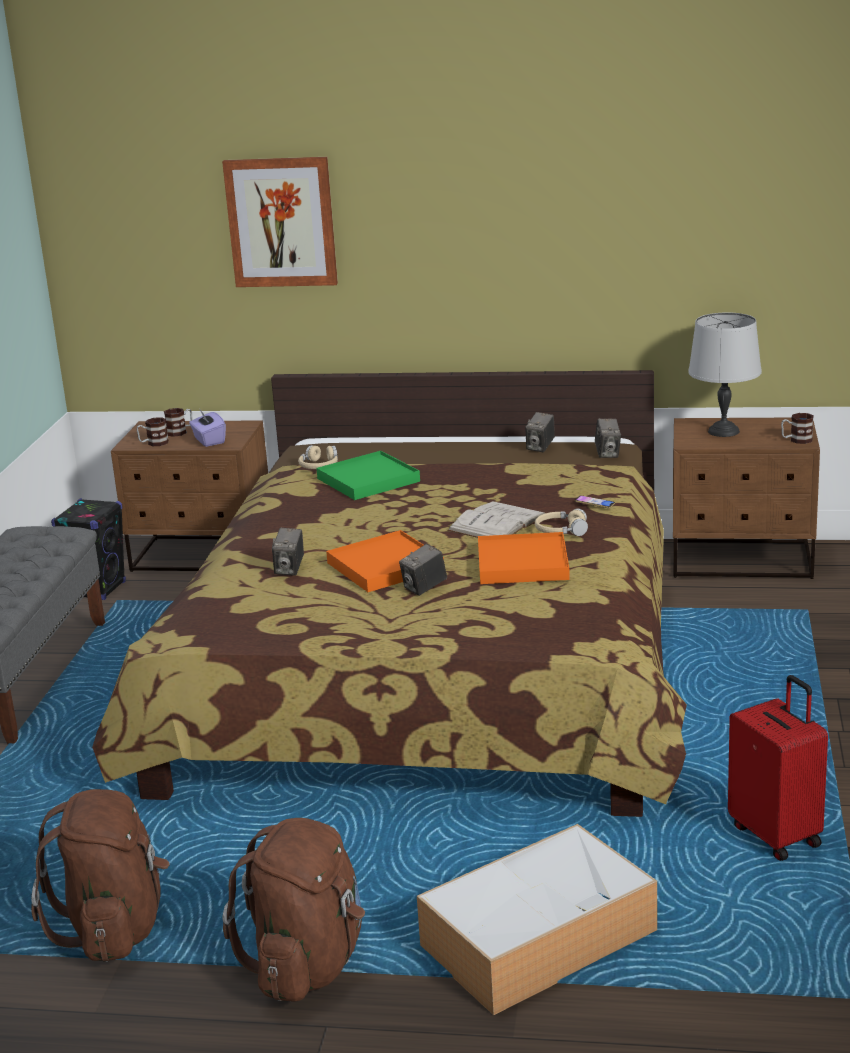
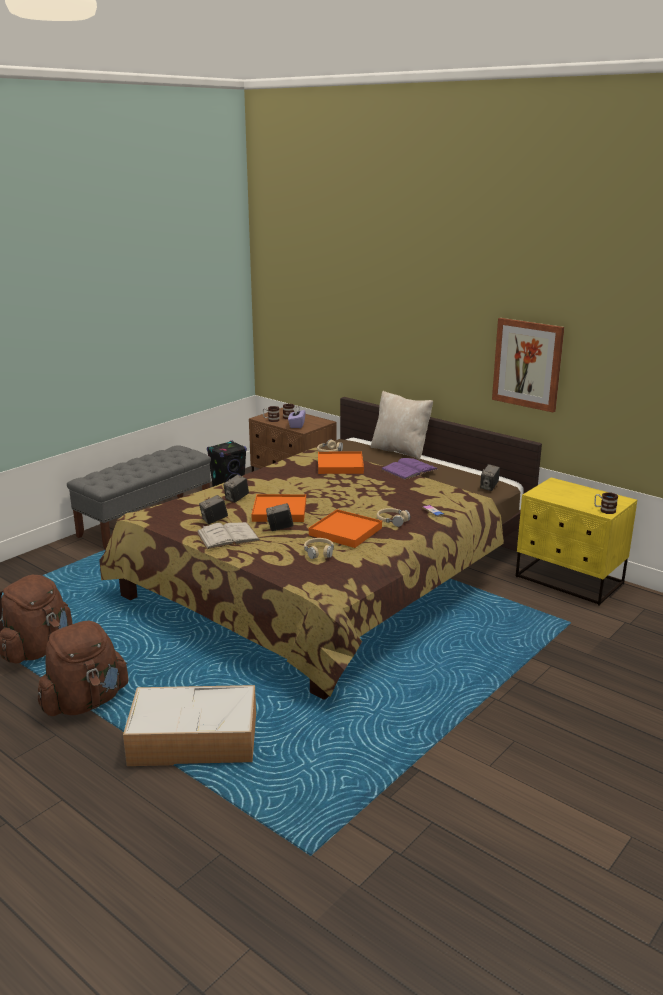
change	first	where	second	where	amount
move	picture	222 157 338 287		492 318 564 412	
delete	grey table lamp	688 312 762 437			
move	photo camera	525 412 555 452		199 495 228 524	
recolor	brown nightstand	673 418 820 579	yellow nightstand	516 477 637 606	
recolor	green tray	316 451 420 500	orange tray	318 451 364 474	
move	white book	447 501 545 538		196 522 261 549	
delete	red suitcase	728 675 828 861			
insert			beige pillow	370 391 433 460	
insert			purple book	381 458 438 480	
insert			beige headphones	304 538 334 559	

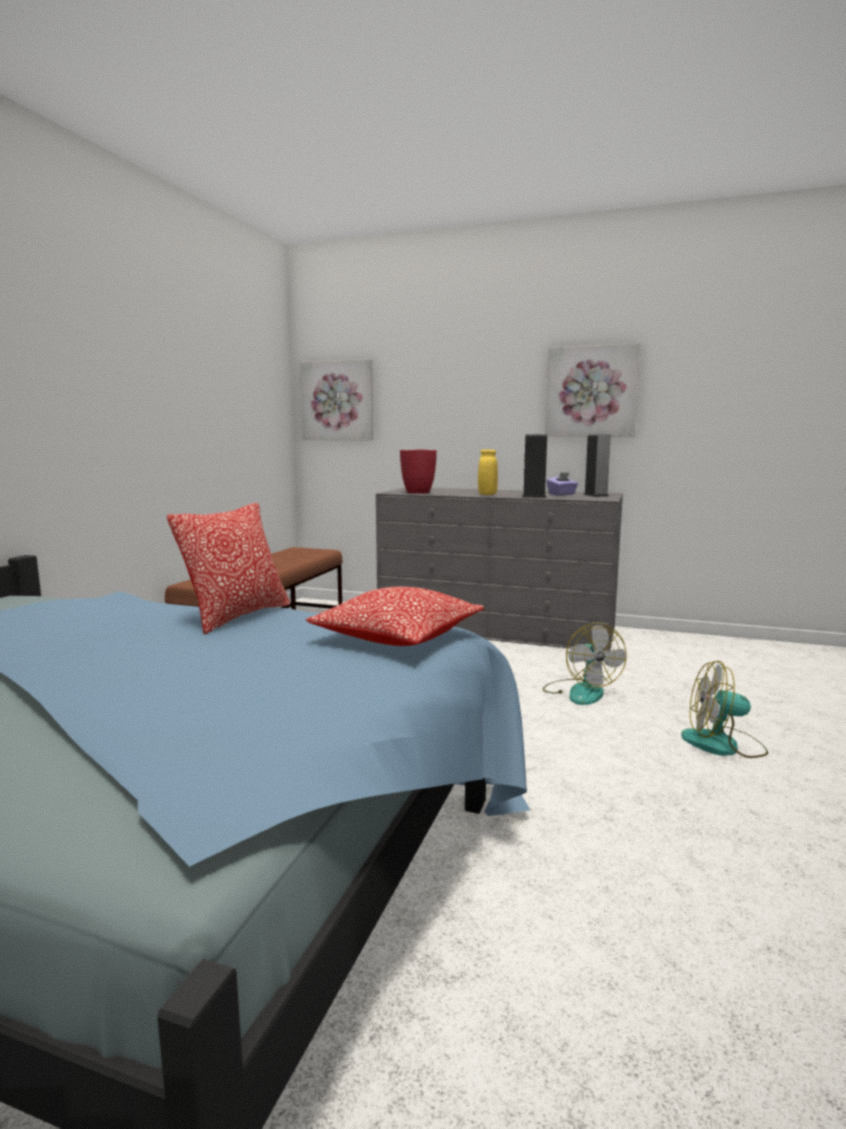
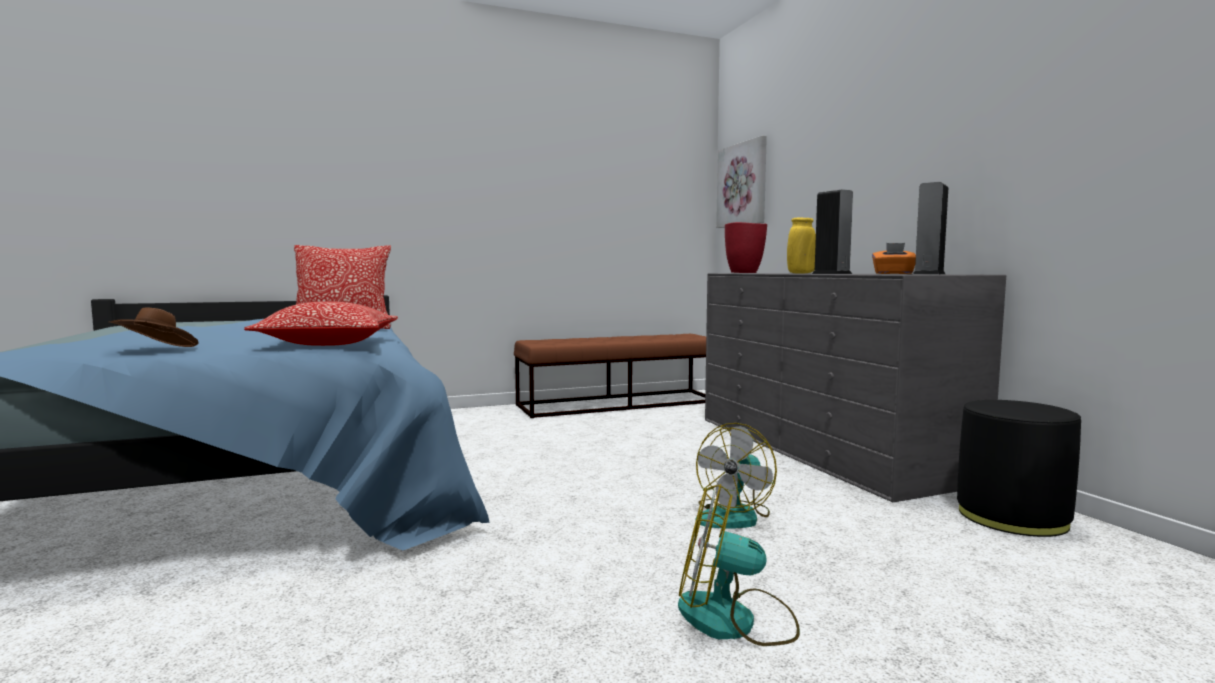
change	first	where	second	where	amount
delete	picture	545 343 640 436			
recolor	purple tissue box	547 472 578 495	orange tissue box	872 243 916 274	
rotate	fan	681 661 768 758		678 484 800 646	45 degrees counterclockwise
insert			brown hat	110 308 199 347	
insert			black ottoman	957 400 1081 537	

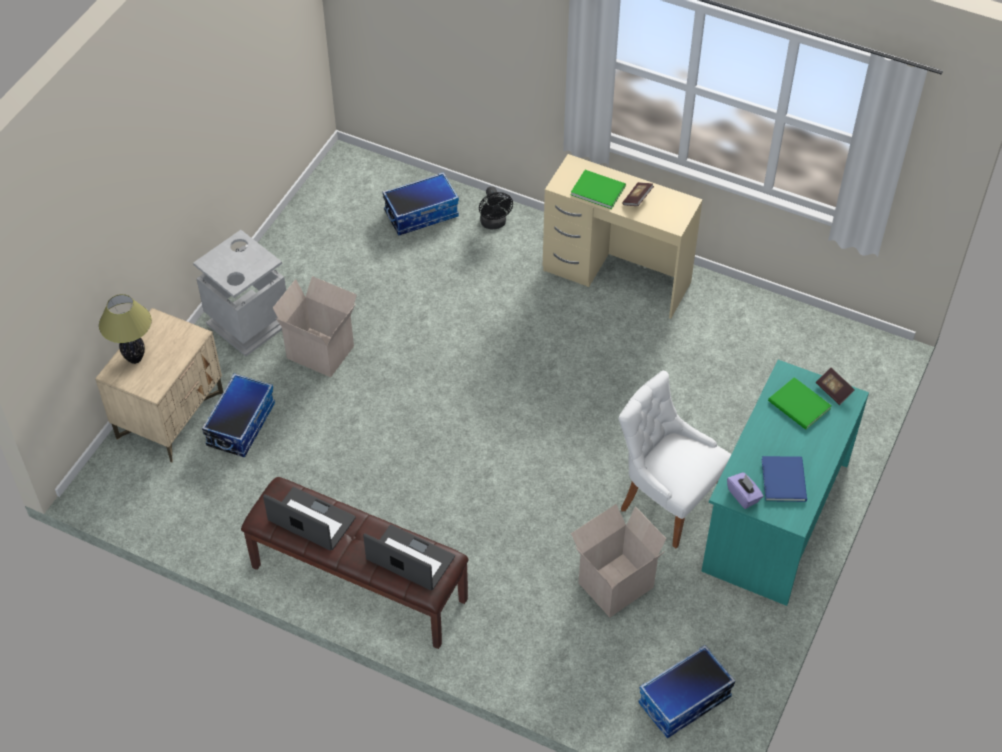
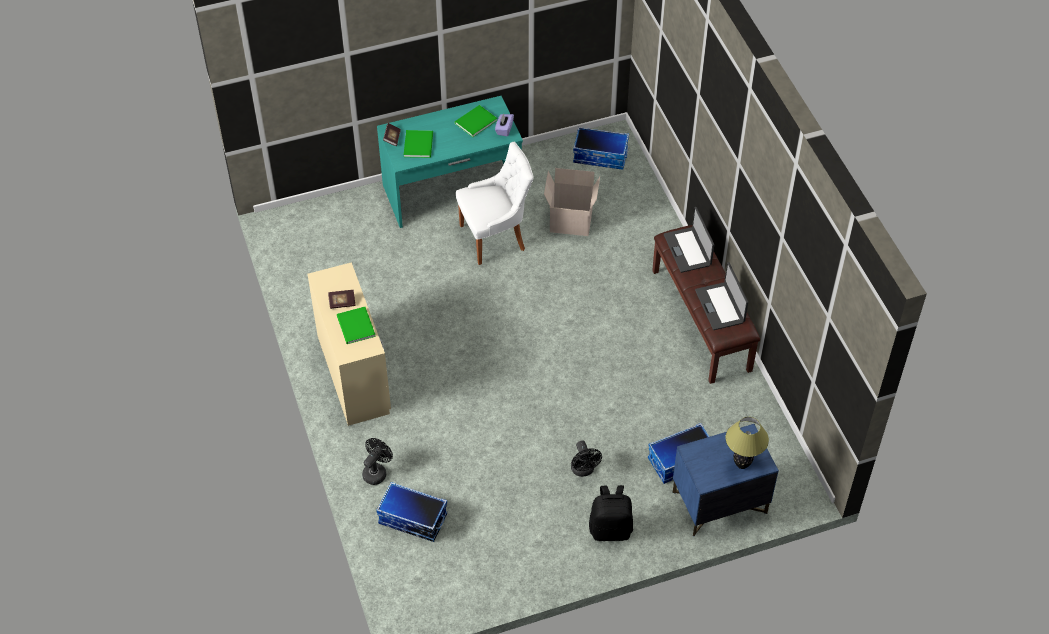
change	first	where	second	where	amount
replace	grey trash can	193 230 286 357	black backpack	589 485 633 541	
replace	cardboard box	273 276 357 377	black fan	571 441 602 477	
recolor	beige nightstand	95 308 223 463	blue nightstand	672 424 779 536	
rotate	white chair	619 370 731 548		456 142 534 265	105 degrees counterclockwise
recolor	blue book	762 456 807 502	green book	455 105 497 137	

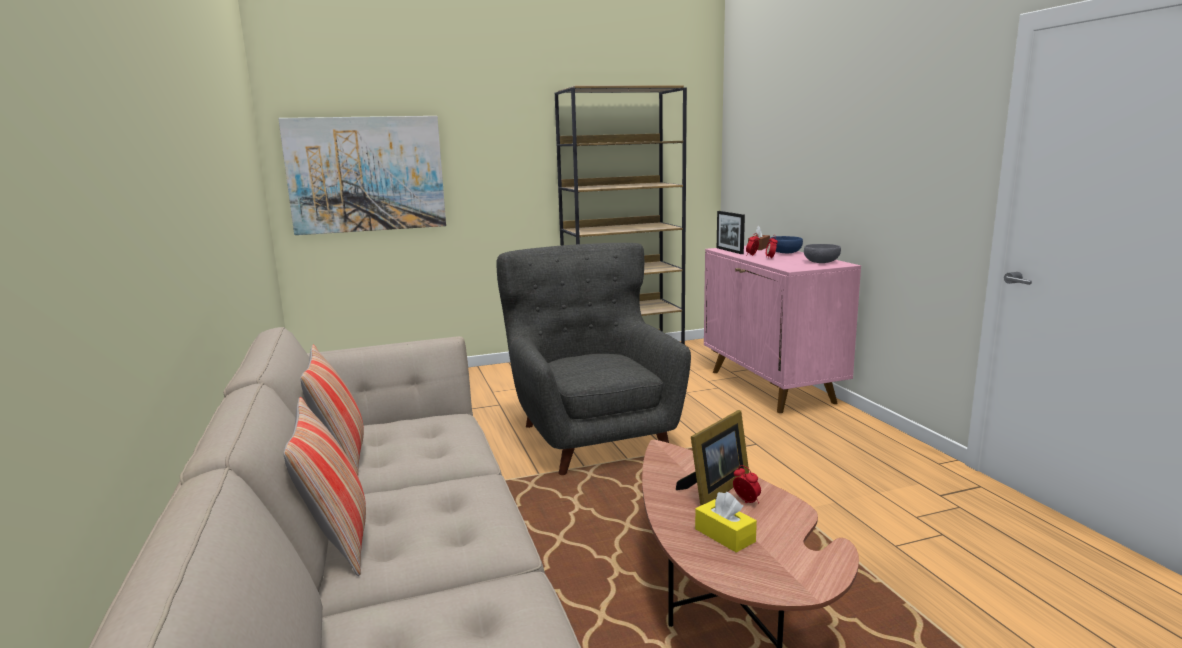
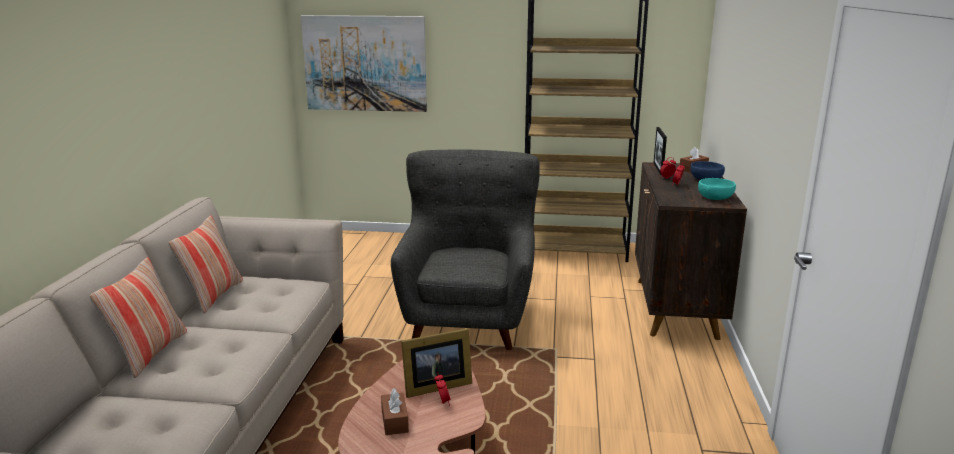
change	first	where	second	where	amount
recolor	grey bowl	804 244 841 263	turquoise bowl	698 178 736 200	
recolor	pink cabinet	704 246 861 413	brown cabinet	635 162 747 340	
recolor	yellow tissue box	695 492 757 553	brown tissue box	381 388 409 435	

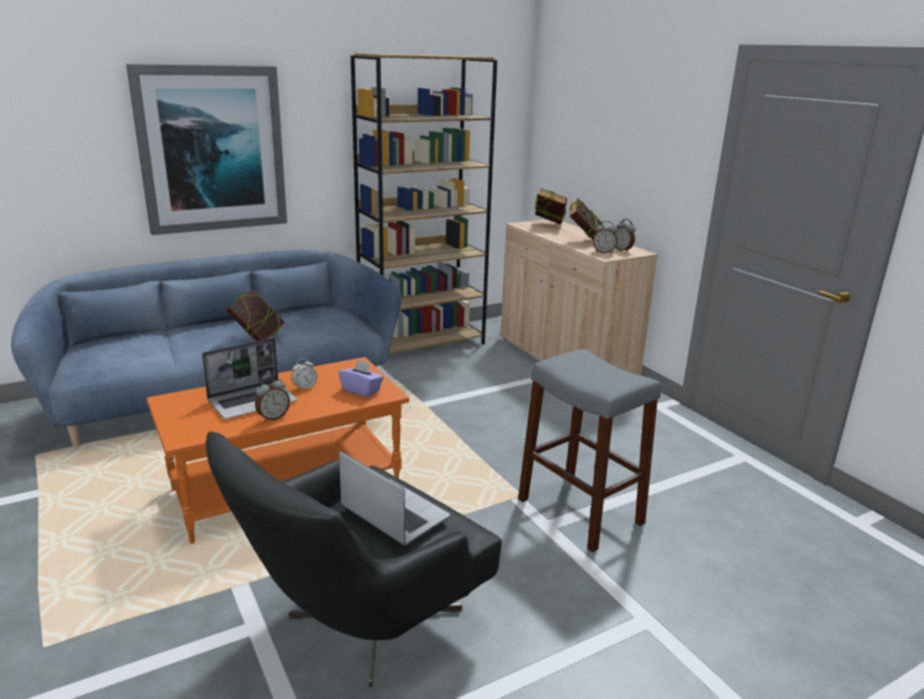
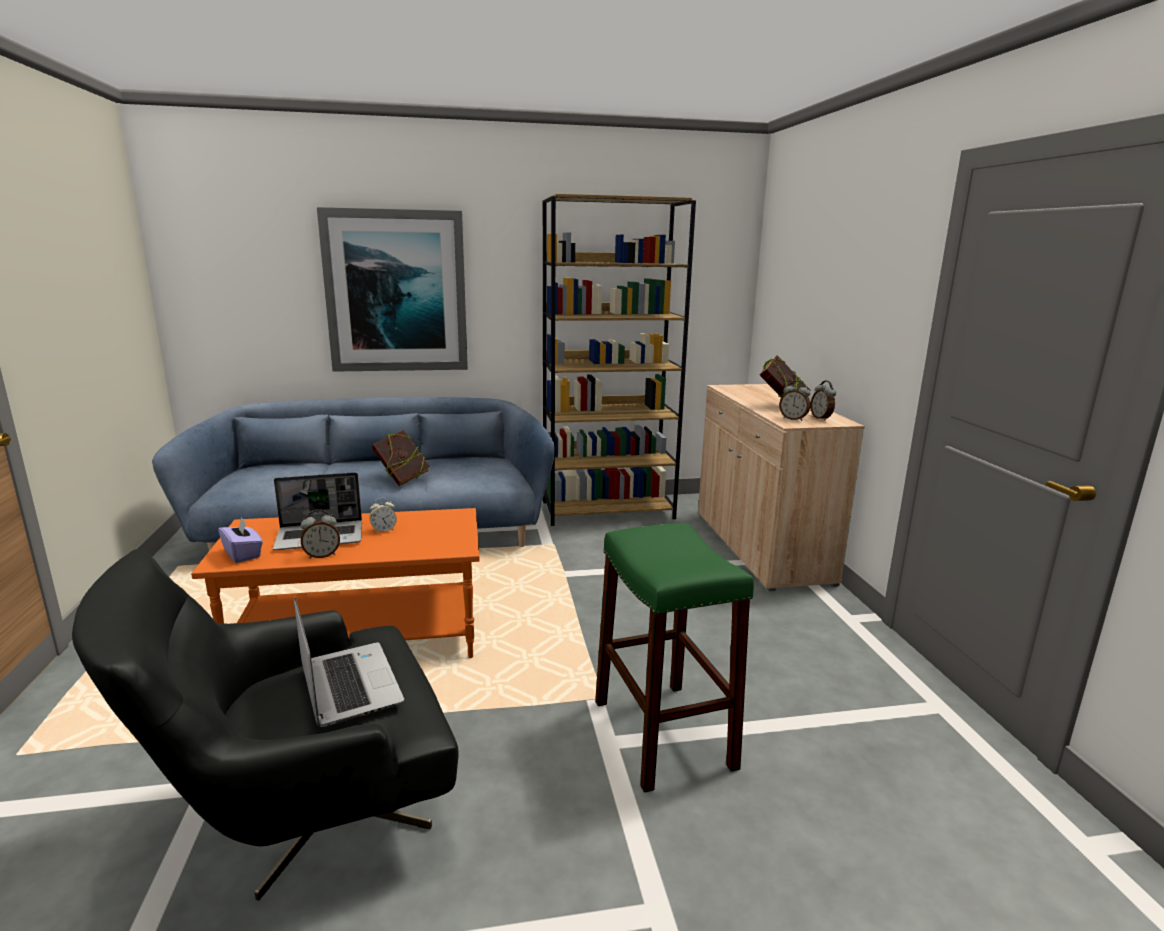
change	first	where	second	where	amount
delete	book	534 189 567 224			
recolor	grey stool	518 349 661 552	green stool	595 523 754 793	
move	purple tissue box	338 359 384 397		218 517 263 563	

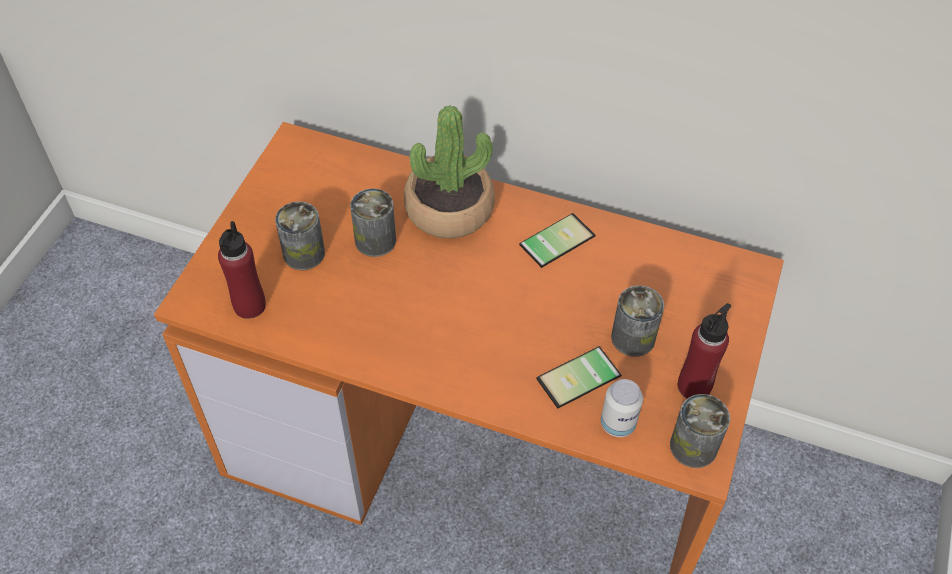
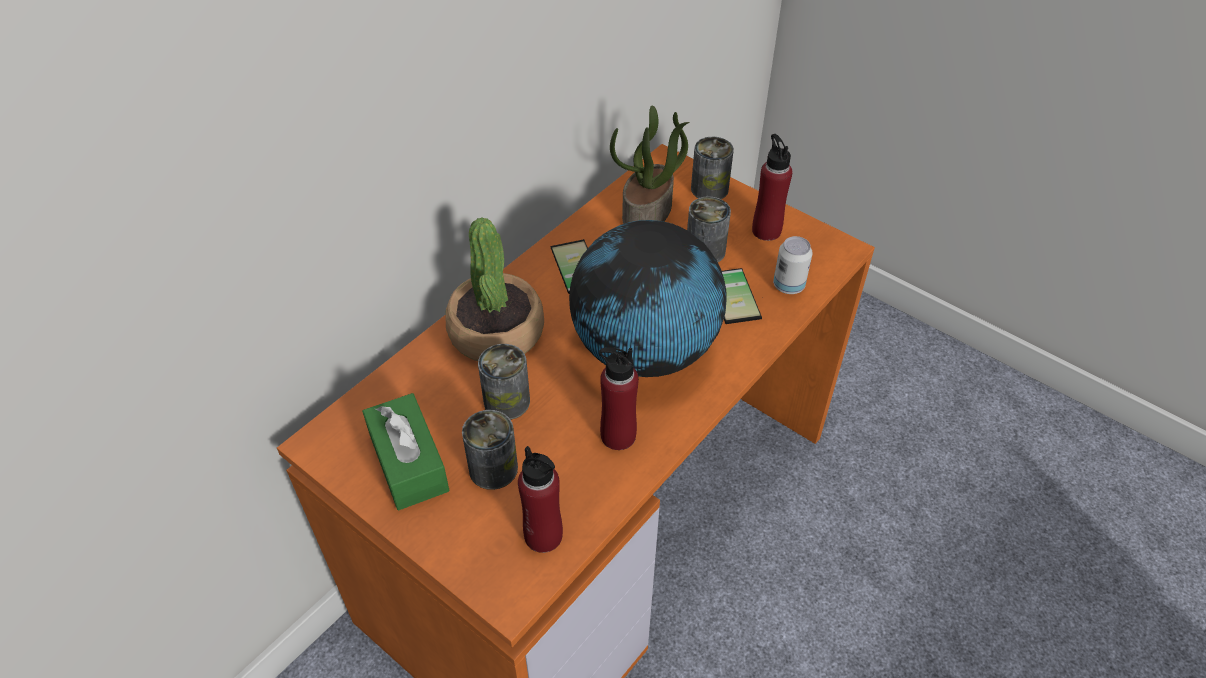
change	first	where	second	where	amount
move	can	670 394 730 468		691 137 734 199	
insert			potted plant	610 106 690 224	
insert			globe	569 220 726 377	
insert			red bottle	599 347 639 450	
insert			green tissue box	362 393 449 510	

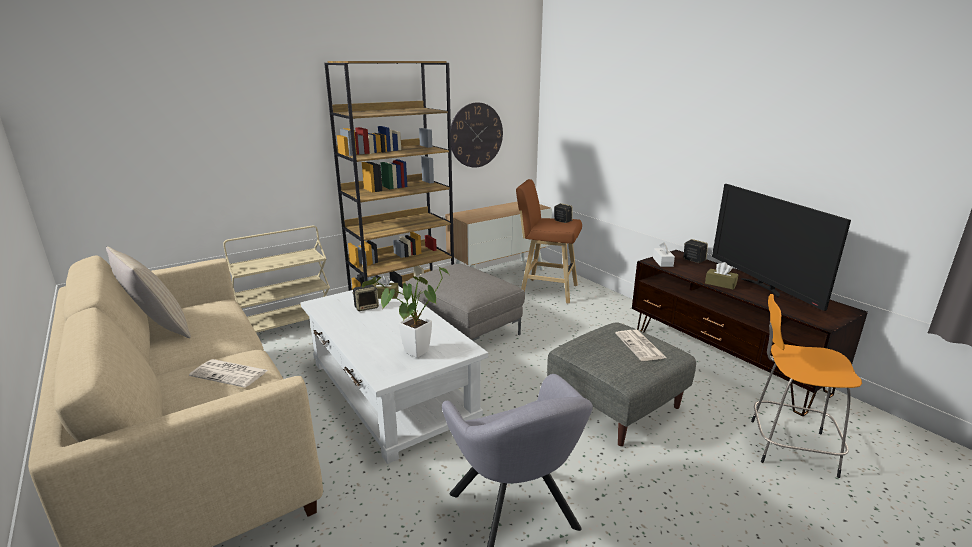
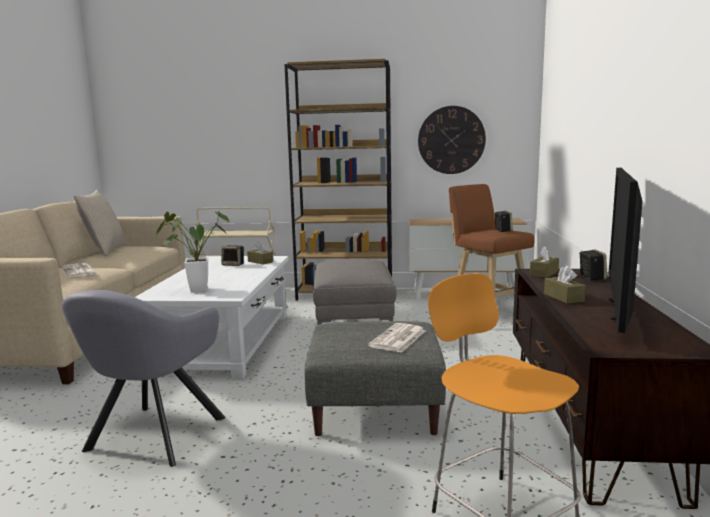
change	first	where	second	where	amount
recolor	white tissue box	653 242 675 267	brown tissue box	530 246 559 278	

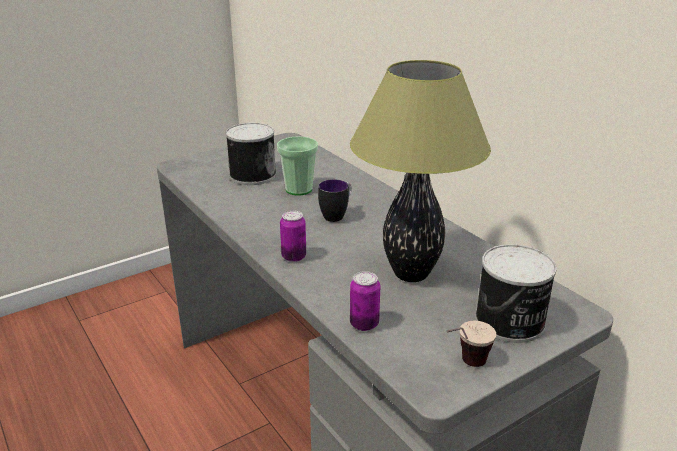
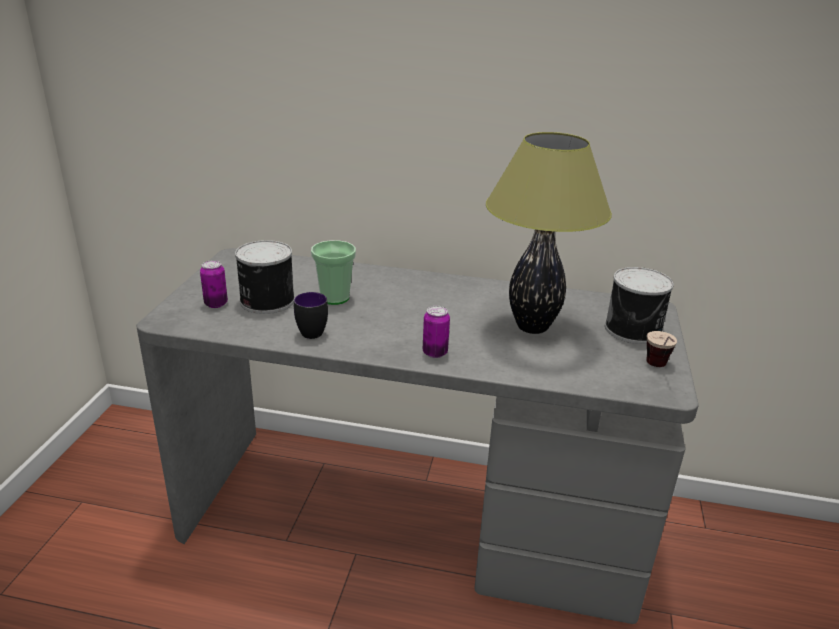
change	first	where	second	where	amount
move	mug	318 179 352 222		294 292 328 339	
move	can	350 271 381 331		200 260 228 308	

